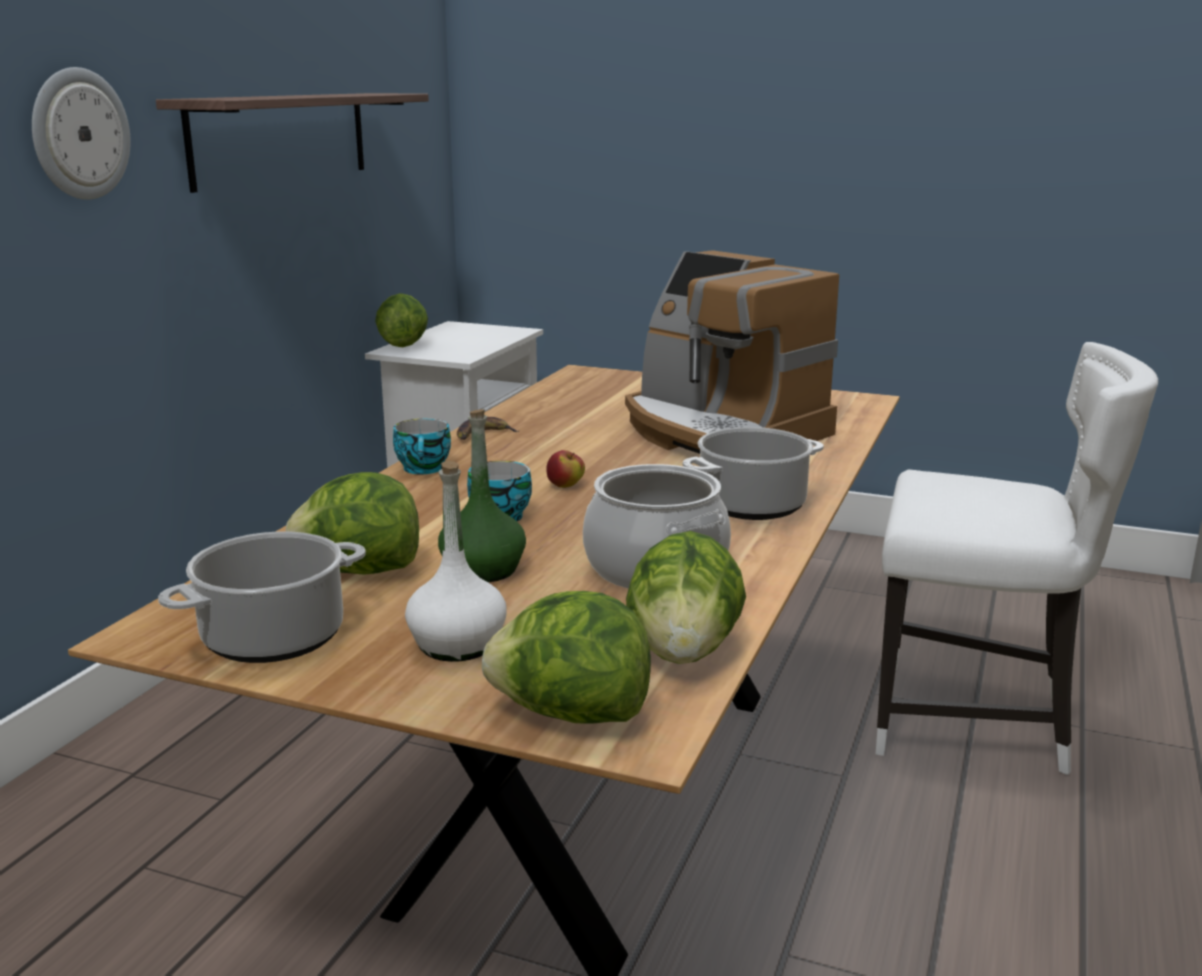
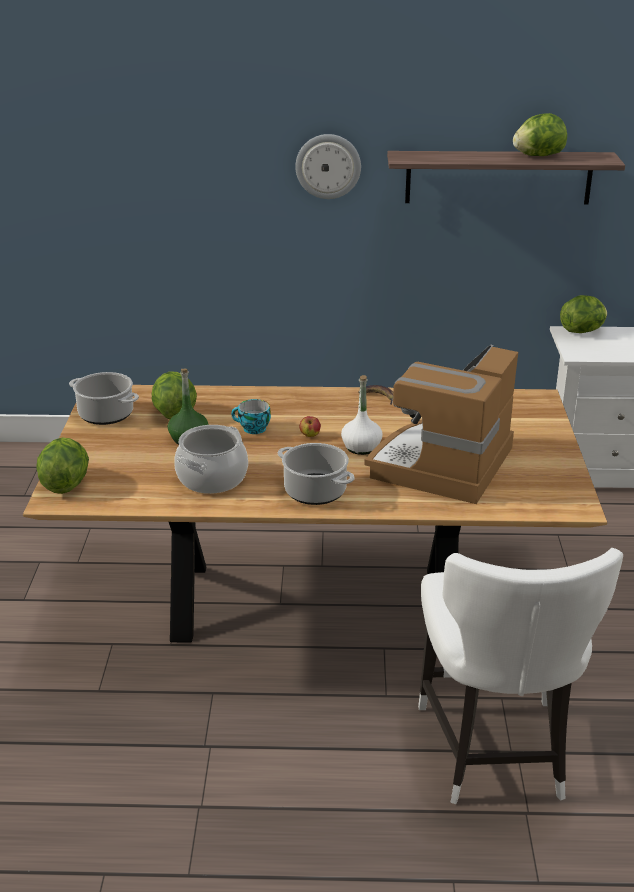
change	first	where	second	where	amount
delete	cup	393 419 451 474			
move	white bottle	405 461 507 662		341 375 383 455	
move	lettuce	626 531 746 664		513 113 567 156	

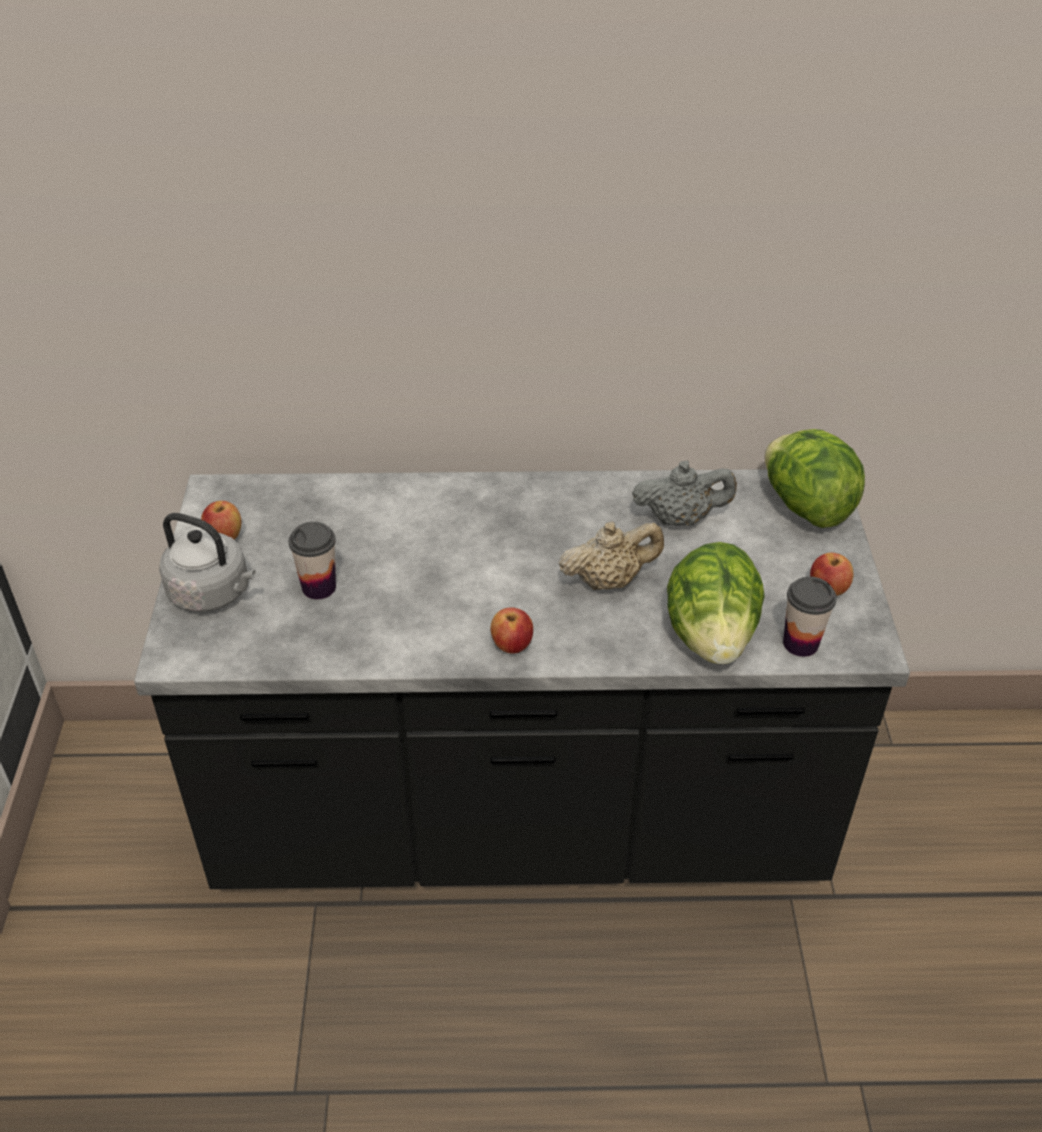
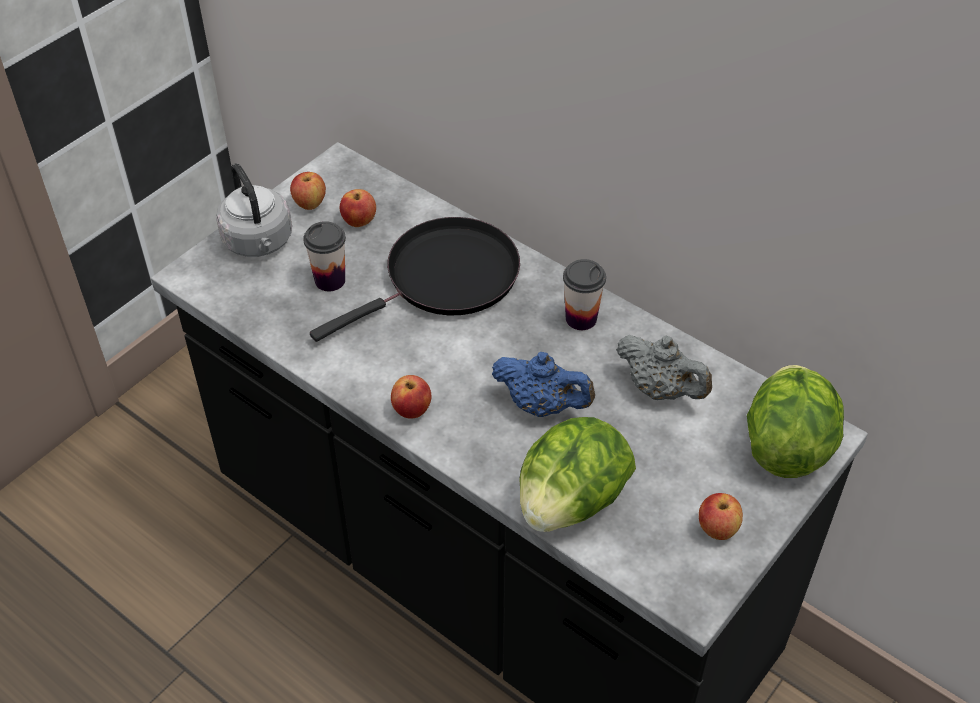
change	first	where	second	where	amount
recolor	beige teapot	559 521 664 590	blue teapot	492 352 595 417	
move	cup	783 576 837 657		563 259 606 330	
insert			apple	340 189 376 227	
insert			black frying pan	310 217 520 342	

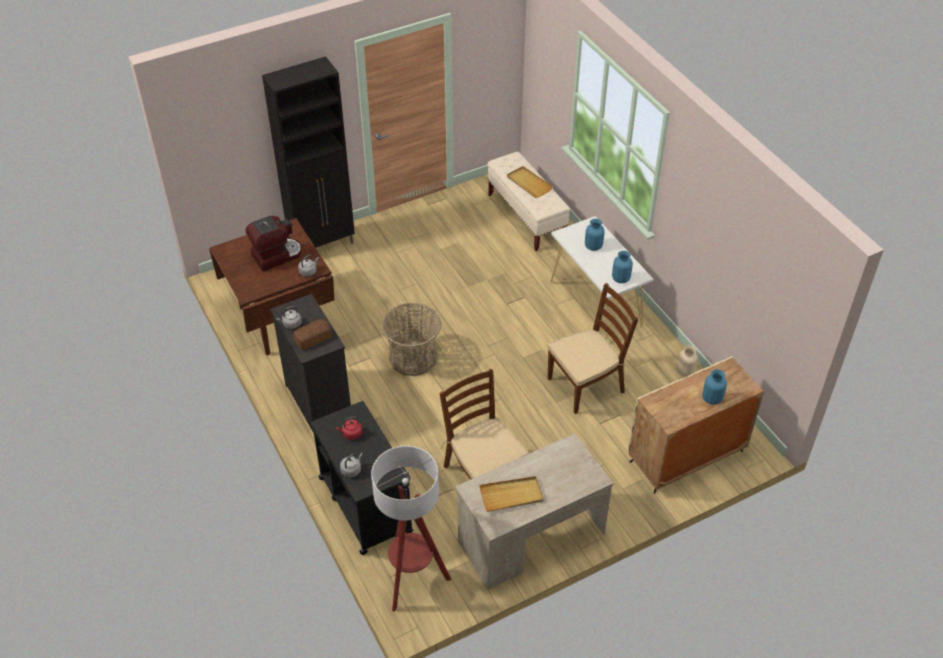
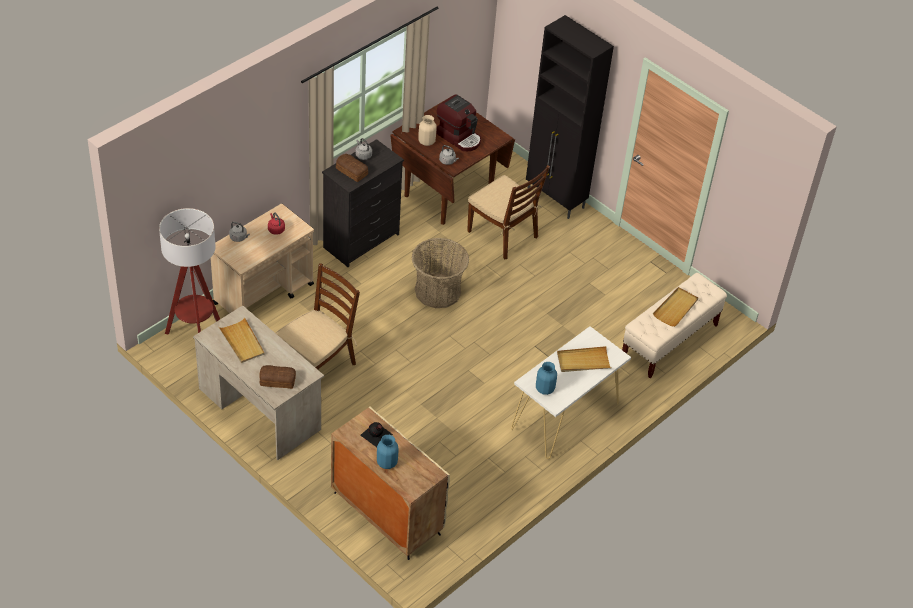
change	first	where	second	where	amount
replace	blue vase	585 219 605 251	beige tray	557 346 611 372	
move	brown chair	548 283 638 414		467 165 550 260	
move	beige vase	676 345 698 377		418 115 437 146	
recolor	black cart	311 401 413 555	beige cart	211 204 314 313	
insert			bread	260 365 296 389	
insert			black bottle	360 422 393 447	

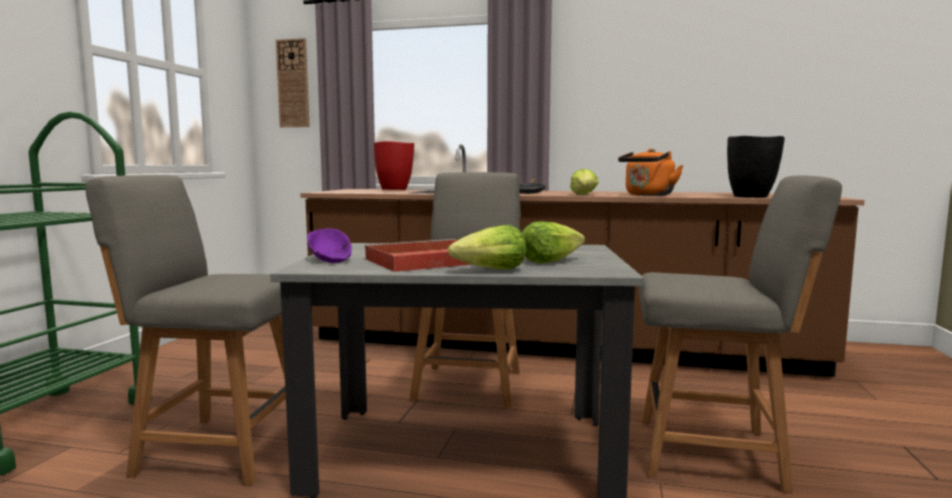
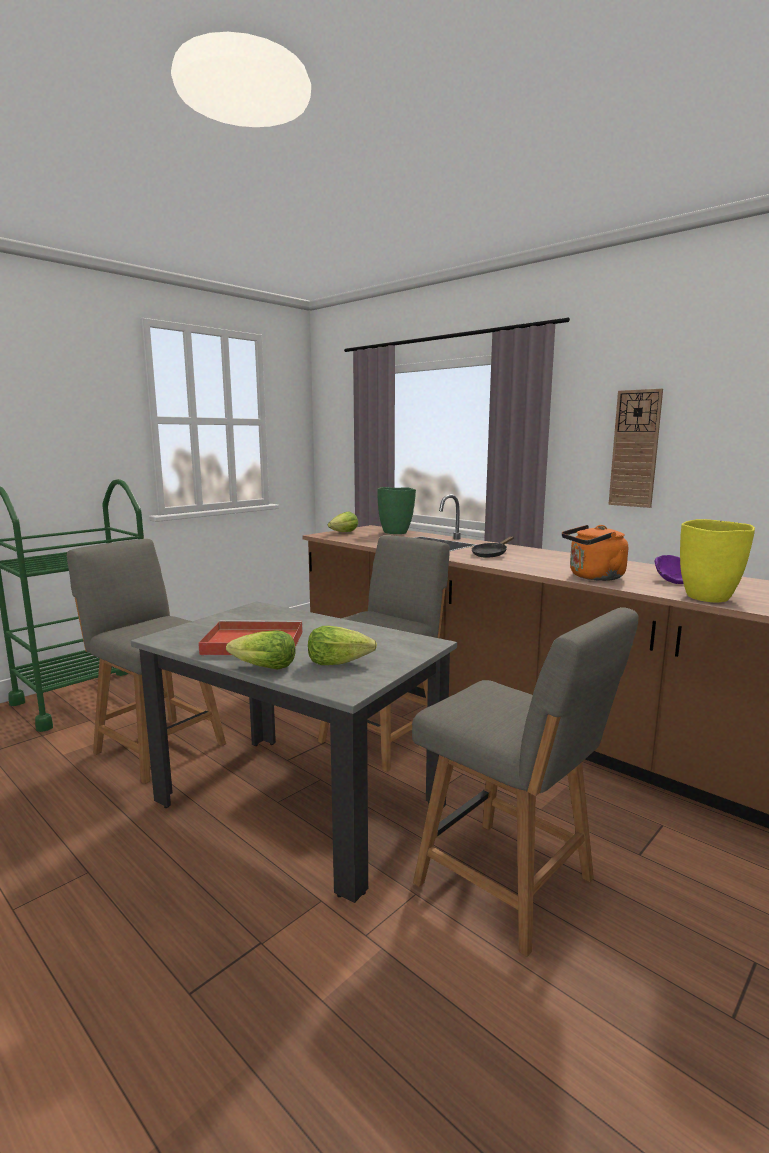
change	first	where	second	where	amount
move	wall clock	276 38 310 127		608 389 663 508	
recolor	black vase	727 136 785 198	yellow vase	680 519 755 602	
recolor	red vase	374 141 414 190	green vase	377 487 416 534	
move	lettuce	570 169 598 194		328 511 358 532	
move	purple bowl	307 228 352 263		655 555 684 584	

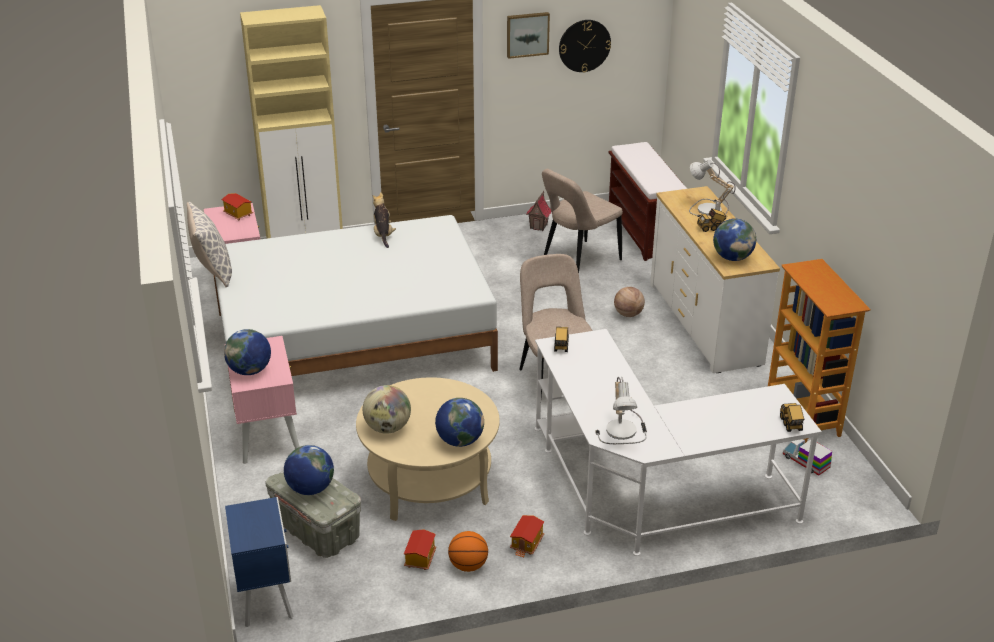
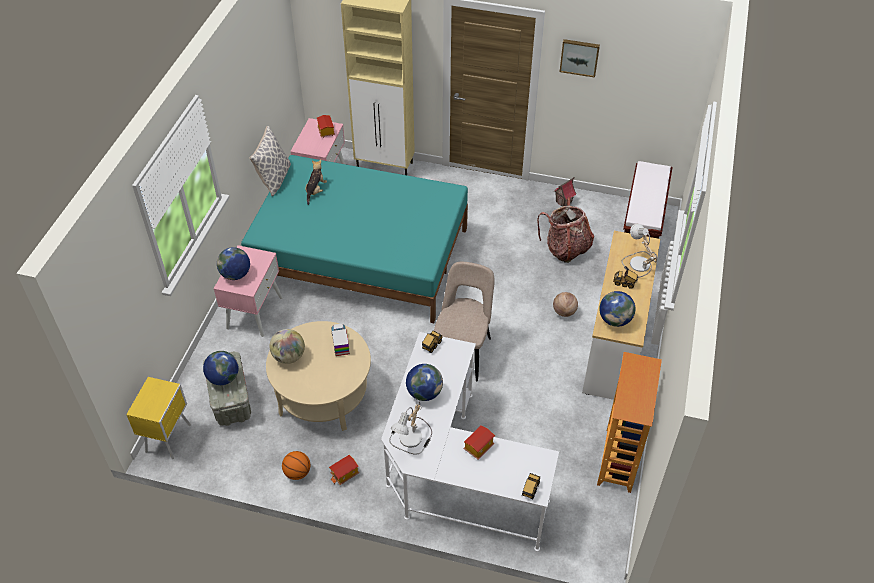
change	first	where	second	where	amount
delete	wall clock	559 20 611 72			
replace	beige chair	542 169 623 273	backpack	537 197 594 263	
move	plush toy	372 192 396 248		305 159 327 205	
recolor	white bed	214 215 498 412	turquoise bed	241 155 468 323	
move	globe	435 398 484 447		406 364 443 401	
move	toy truck	783 439 832 476		331 323 350 356	
recolor	blue nightstand	225 497 294 627	yellow nightstand	126 377 191 459	
move	toy house	404 529 436 570		463 425 495 460	

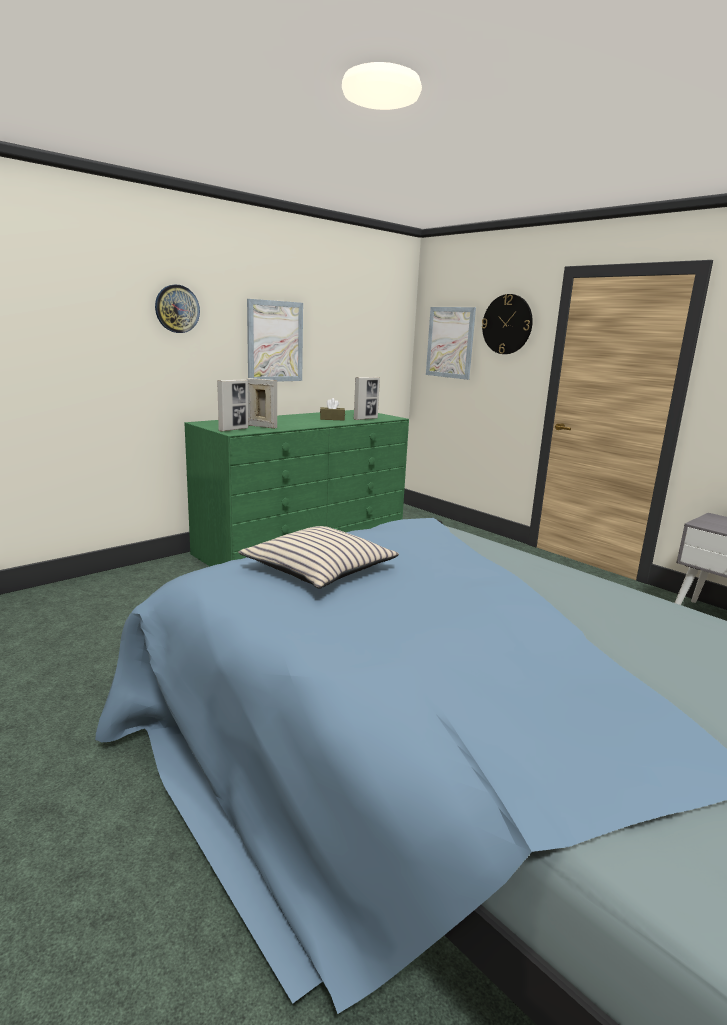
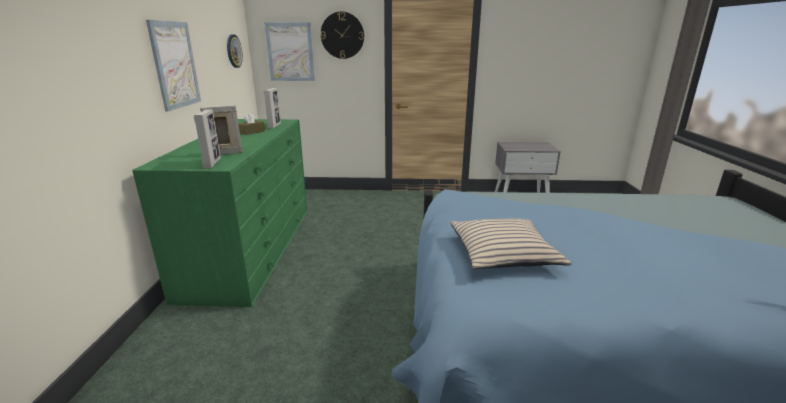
change	first	where	second	where	amount
move	wall clock	155 285 200 333		227 35 243 68	

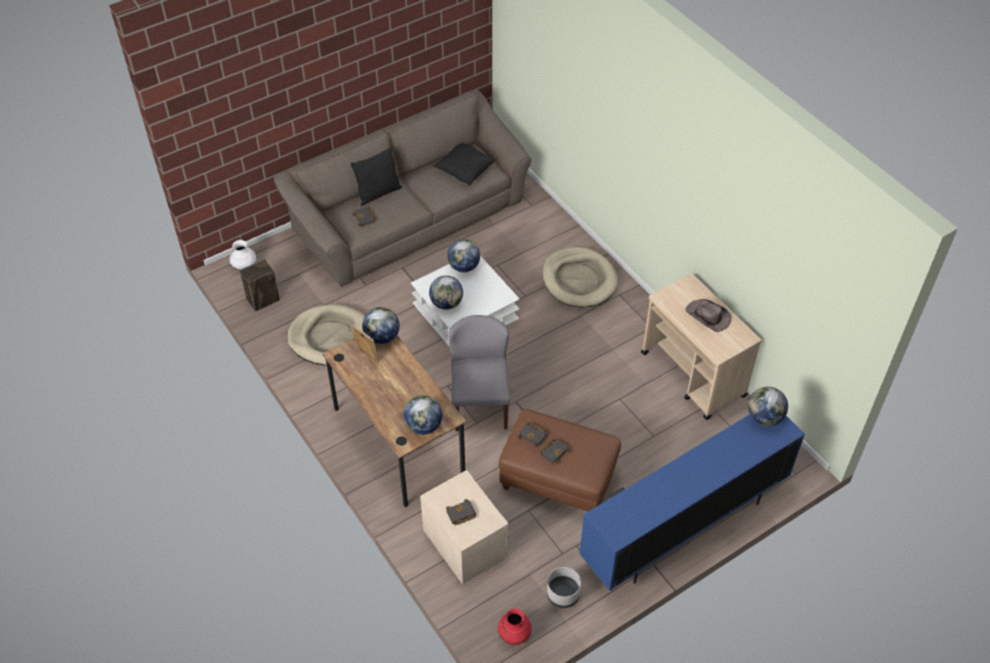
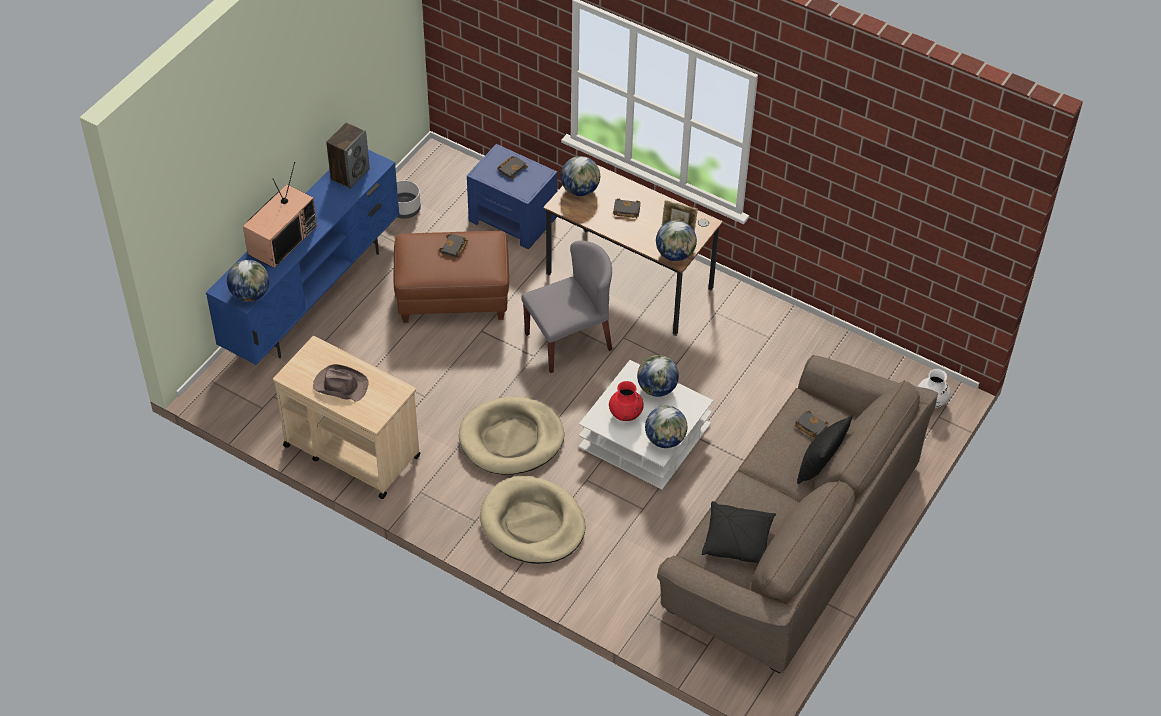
change	first	where	second	where	amount
move	speaker	239 259 280 311		326 123 370 189	
move	beige dog bed	287 304 365 366		459 397 564 475	
rotate	grey chair	448 315 510 431		521 241 612 373	90 degrees counterclockwise
move	black book	518 422 547 447		613 198 641 218	
recolor	beige nightstand	420 470 508 584	blue nightstand	467 144 557 249	
move	red vase	498 609 532 645		609 381 644 421	
insert			television	243 162 317 268	

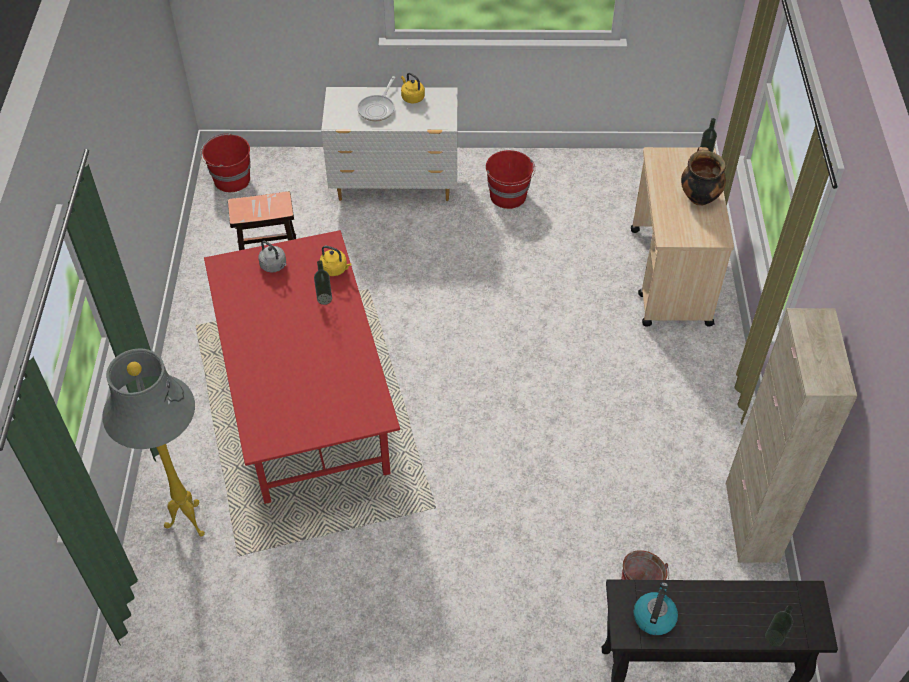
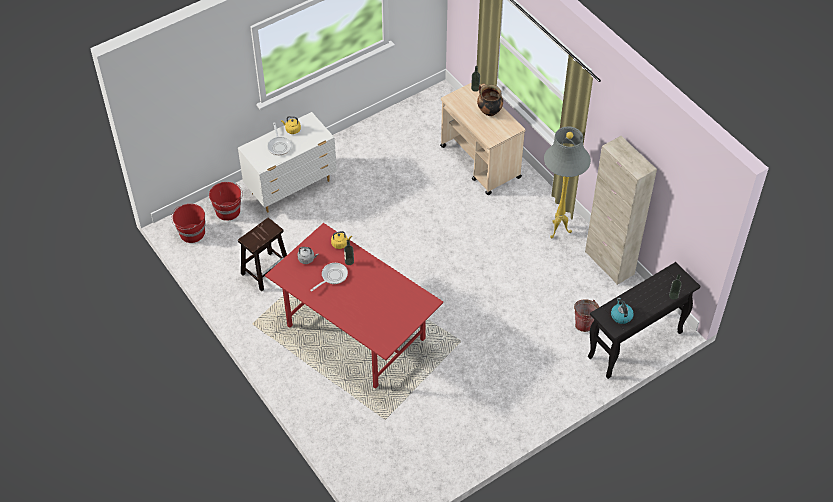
change	first	where	second	where	amount
move	red bucket	486 150 535 209		209 182 243 221	
move	grey floor lamp	103 348 205 536		544 127 591 239	
insert			frying pan	310 263 348 291	

